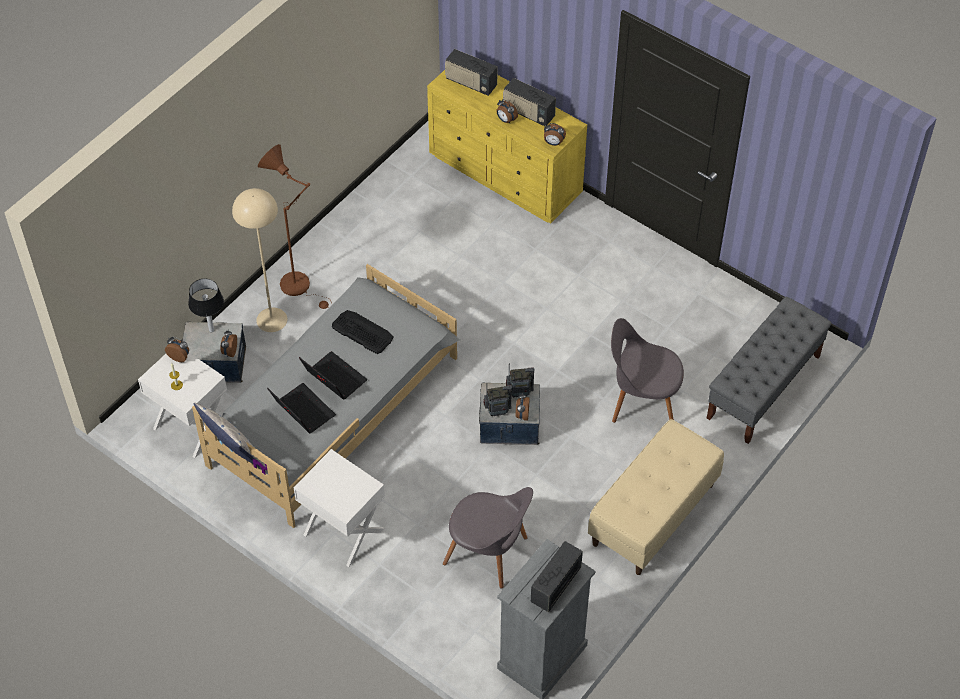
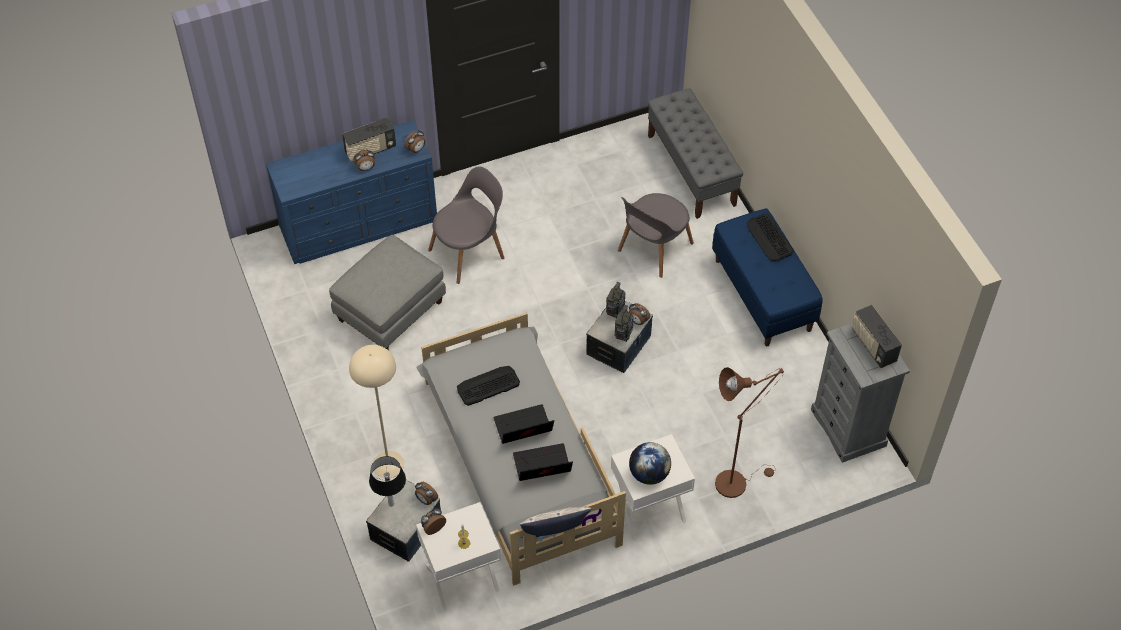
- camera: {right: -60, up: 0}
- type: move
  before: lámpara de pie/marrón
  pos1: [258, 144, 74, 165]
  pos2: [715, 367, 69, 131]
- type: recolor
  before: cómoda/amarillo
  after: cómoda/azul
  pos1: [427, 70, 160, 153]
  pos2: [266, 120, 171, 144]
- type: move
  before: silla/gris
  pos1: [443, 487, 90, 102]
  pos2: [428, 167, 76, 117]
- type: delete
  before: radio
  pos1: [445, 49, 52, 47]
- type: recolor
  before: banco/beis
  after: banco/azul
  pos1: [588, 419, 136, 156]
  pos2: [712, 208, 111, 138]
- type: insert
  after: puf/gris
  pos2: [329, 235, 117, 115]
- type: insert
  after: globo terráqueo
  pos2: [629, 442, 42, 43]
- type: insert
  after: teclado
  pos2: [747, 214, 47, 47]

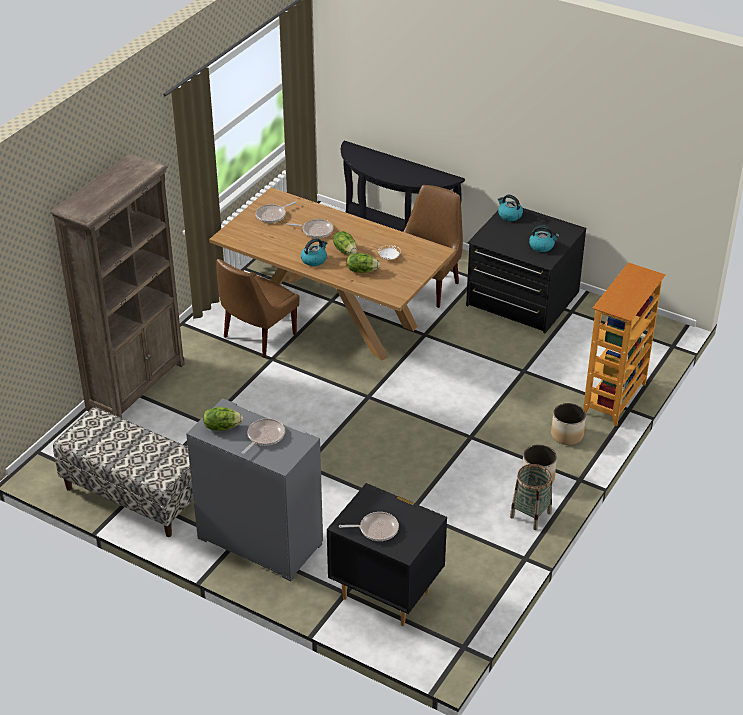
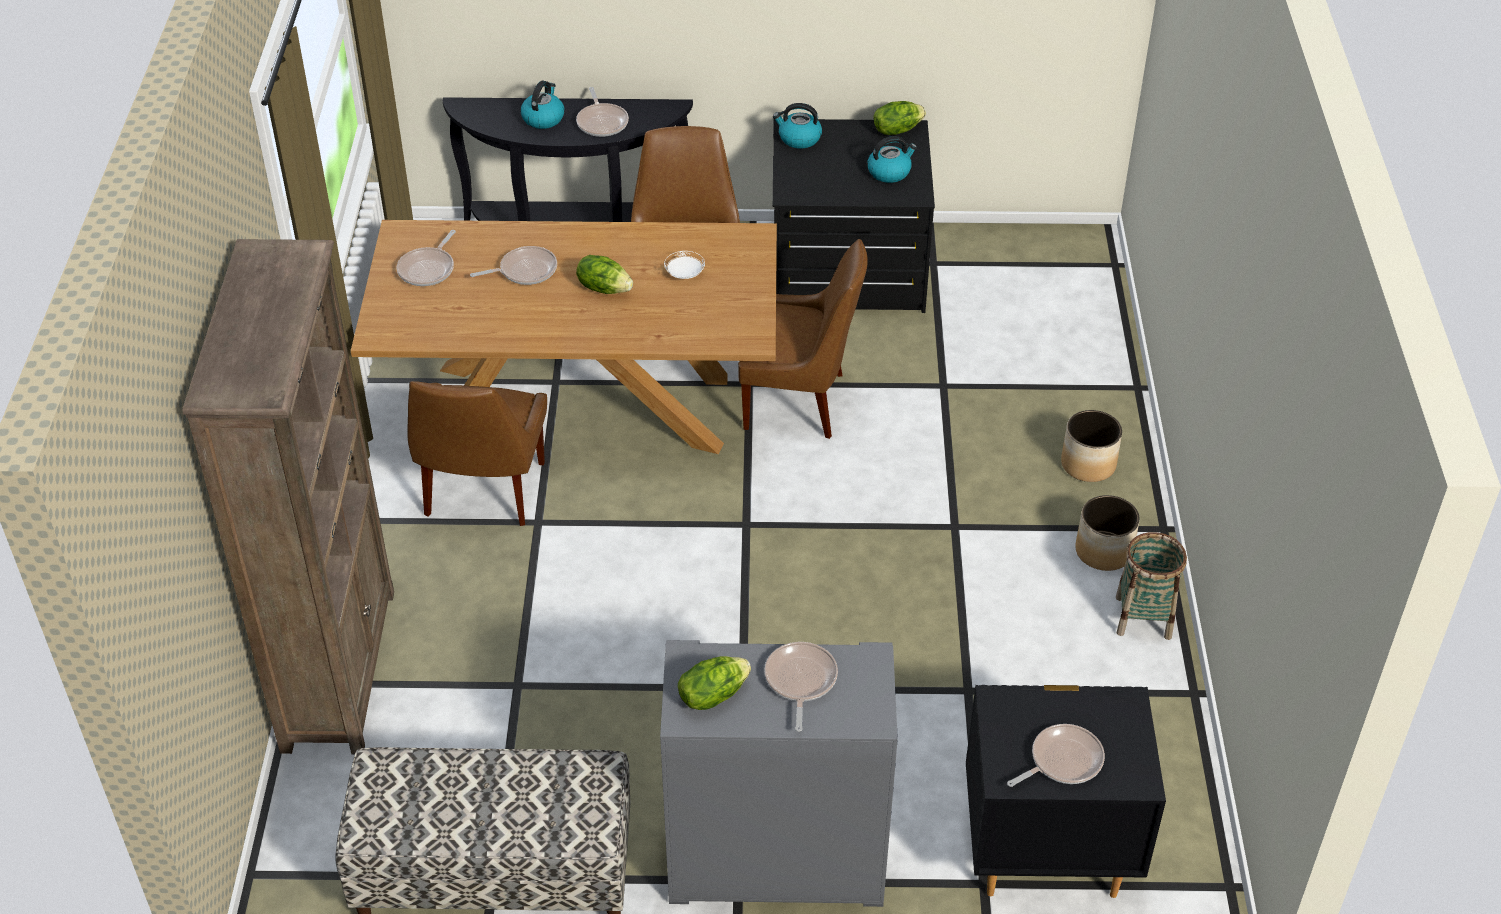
- camera: {right: -30, up: 5}
- type: move
  before: hervidor
  pos1: [301, 238, 26, 28]
  pos2: [521, 81, 43, 48]
- type: move
  before: lechuga
  pos1: [347, 253, 33, 20]
  pos2: [874, 101, 52, 34]
- type: delete
  before: estantería
  pos1: [583, 262, 83, 164]
- type: insert
  after: sartén
  pos2: [576, 87, 53, 50]
- type: insert
  after: silla/marrón
  pos2: [738, 239, 130, 200]

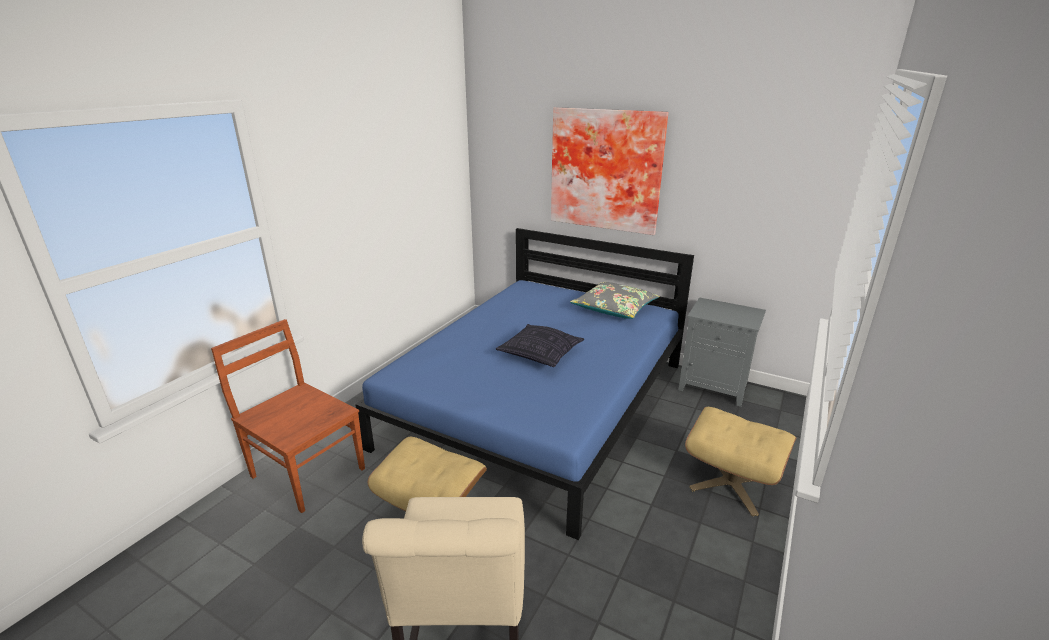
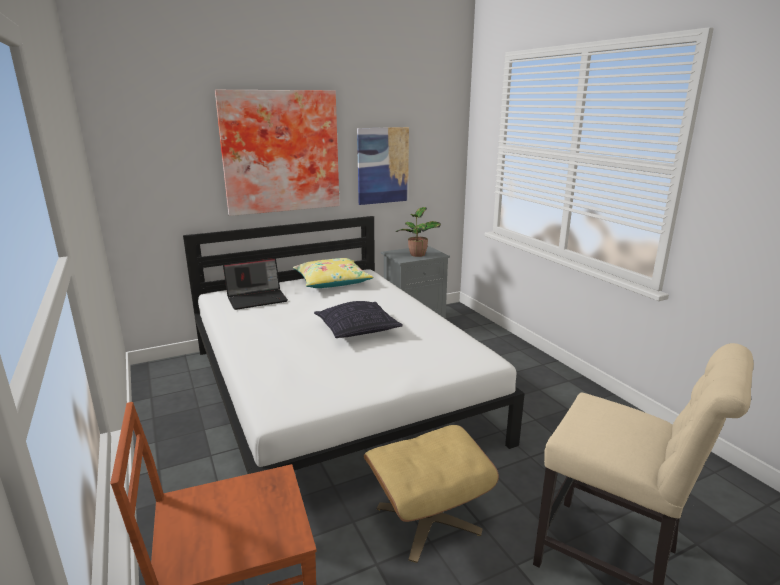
- camera: {right: -55, up: -5}
- type: recolor
  before: cama/azul
  after: cama/blanco
  pos1: [355, 228, 339, 312]
  pos2: [183, 216, 342, 258]
- type: recolor
  before: cojín/gris
  after: cojín/amarillo
  pos1: [570, 282, 90, 37]
  pos2: [293, 258, 80, 30]
- type: delete
  before: puf/beis
  pos1: [685, 407, 111, 109]
- type: insert
  after: portátil
  pos2: [223, 258, 65, 52]
- type: insert
  after: cuadro
  pos2: [357, 127, 52, 78]
- type: insert
  after: planta en maceta
  pos2: [395, 207, 46, 50]

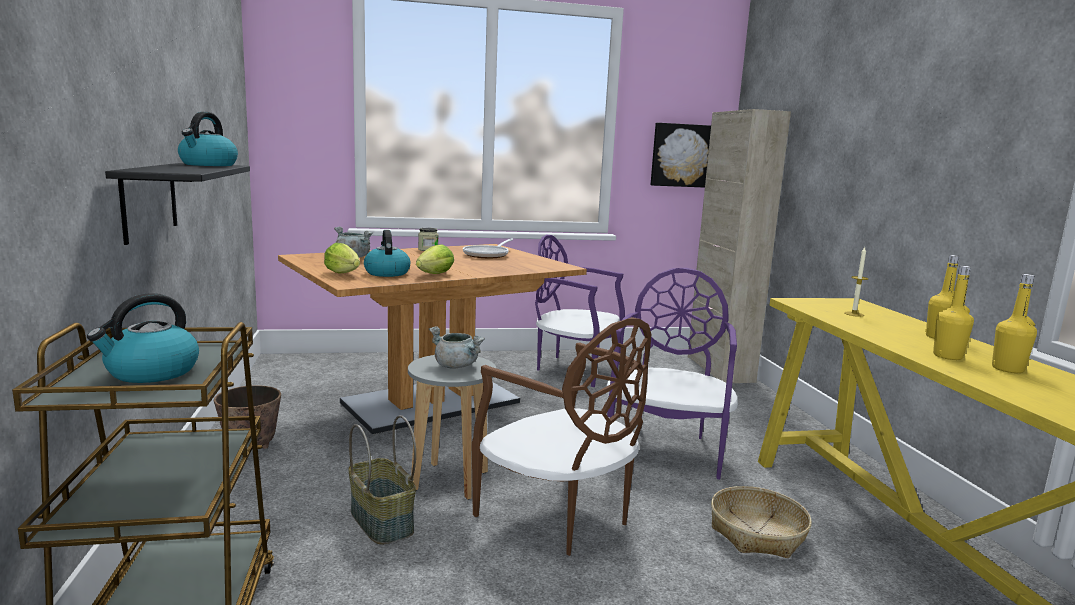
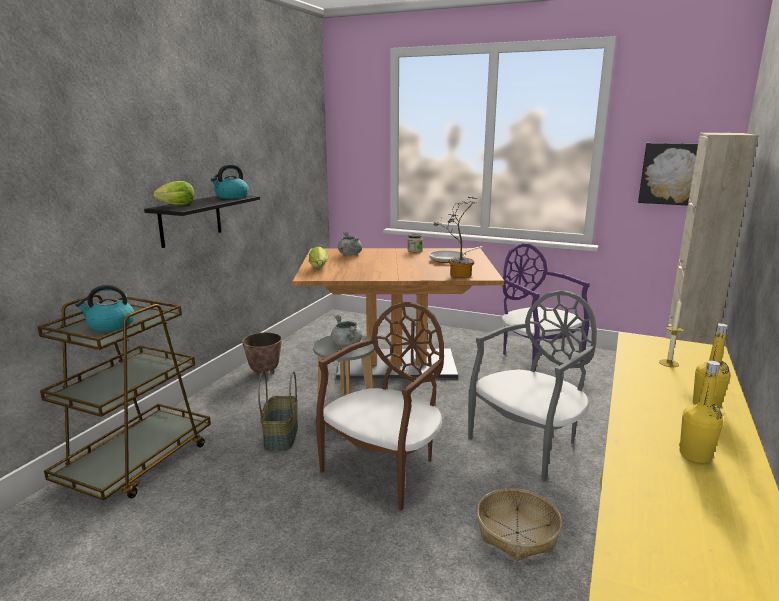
- camera: {right: 35, up: 5}
- type: delete
  before: hervidor
  pos1: [364, 230, 47, 47]
- type: move
  before: lechuga
  pos1: [416, 244, 38, 30]
  pos2: [153, 181, 41, 24]
- type: rotate
  before: silla/marrón
  pos1: [472, 317, 179, 239]
  pos2: [315, 302, 129, 209]
  turn: -135
- type: recolor
  before: silla/morado
  after: silla/gris
  pos1: [606, 268, 132, 212]
  pos2: [468, 290, 129, 191]
- type: delete
  before: botella/amarillo
  pos1: [933, 265, 41, 95]
- type: insert
  after: planta en maceta
  pos2: [433, 197, 44, 81]

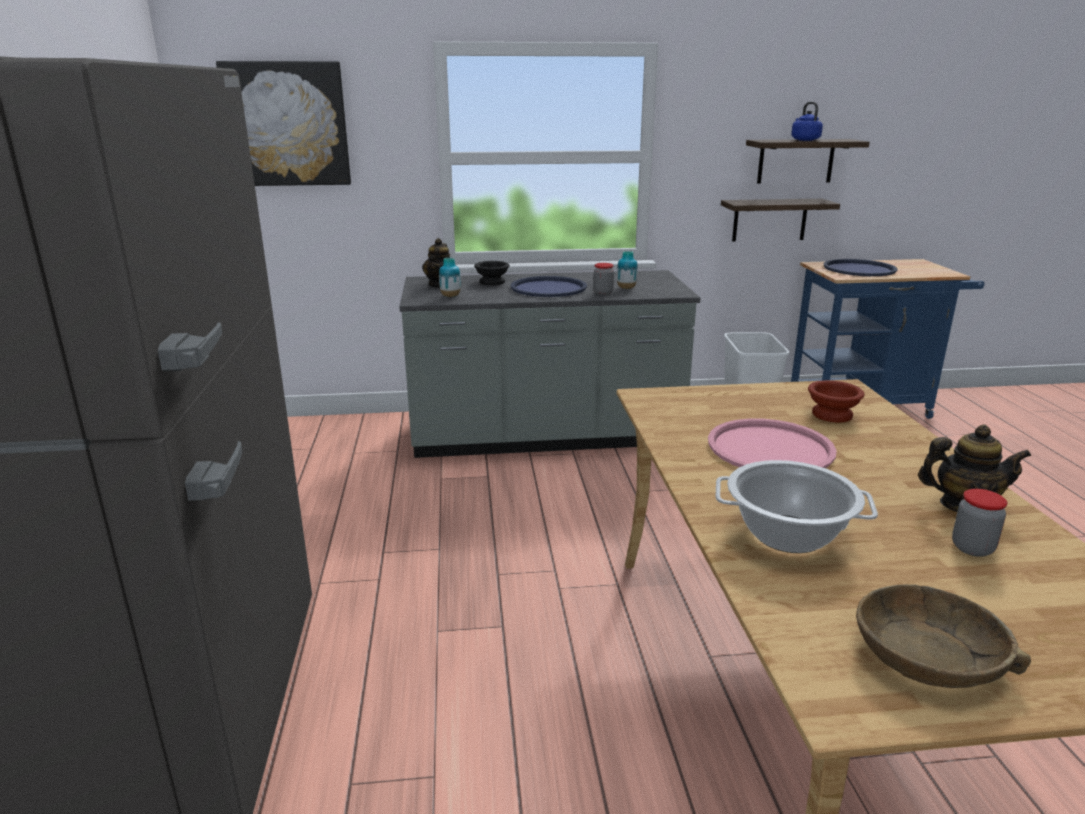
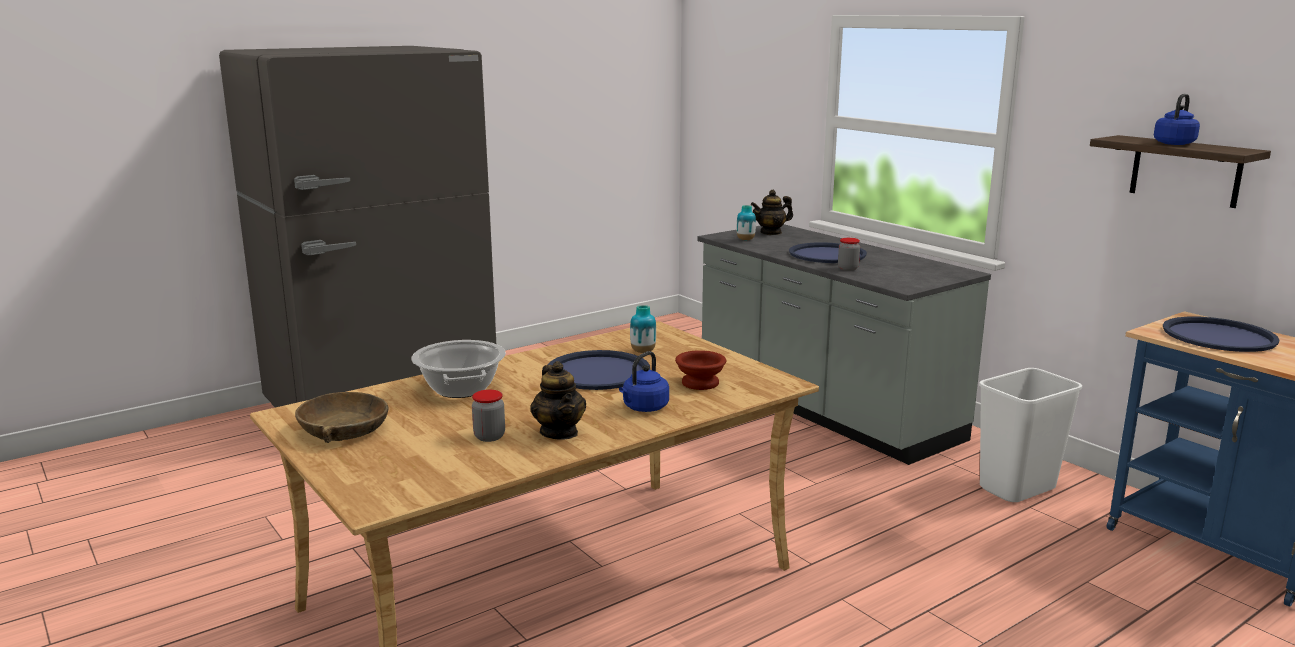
- camera: {right: 60, up: -5}
- type: delete
  before: cuadro
  pos1: [216, 61, 135, 125]
- type: delete
  before: cuenco/negro
  pos1: [474, 261, 35, 24]
- type: move
  before: florero
  pos1: [617, 251, 21, 38]
  pos2: [630, 305, 26, 48]
- type: recolor
  before: bandeja/rosa
  after: bandeja/azul
  pos1: [708, 418, 129, 50]
  pos2: [547, 350, 103, 40]
- type: delete
  before: estante
  pos1: [721, 199, 119, 42]
- type: insert
  after: hervidor/azul
  pos2: [619, 351, 50, 61]

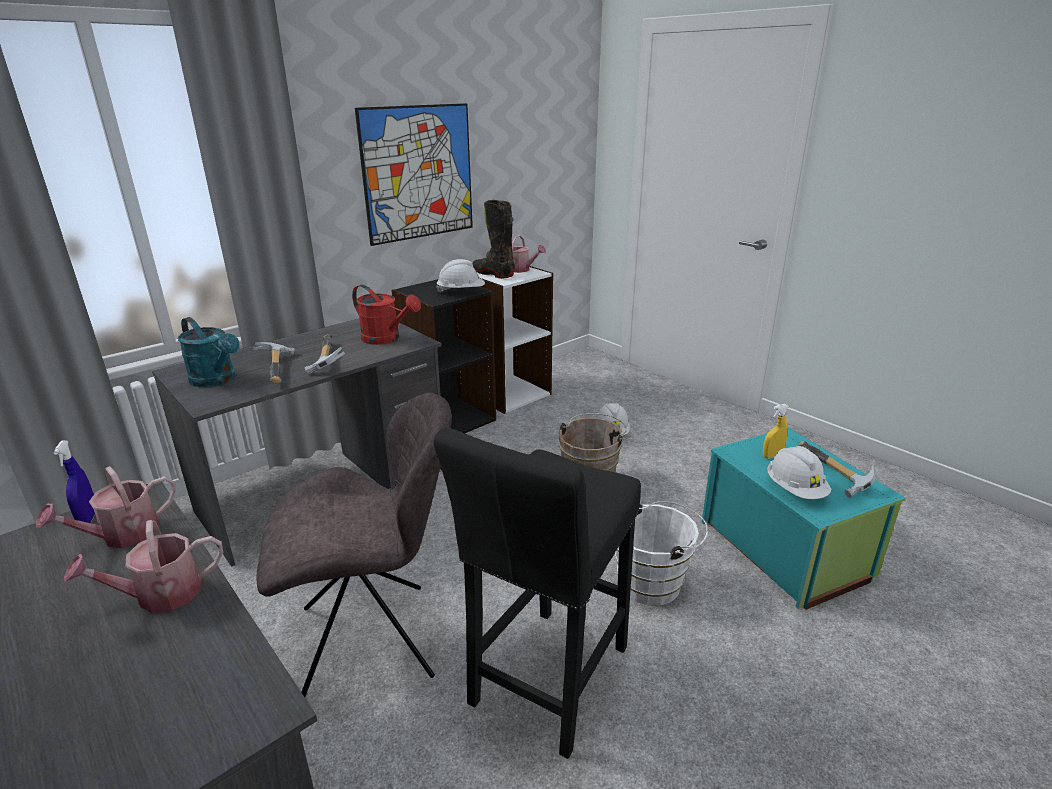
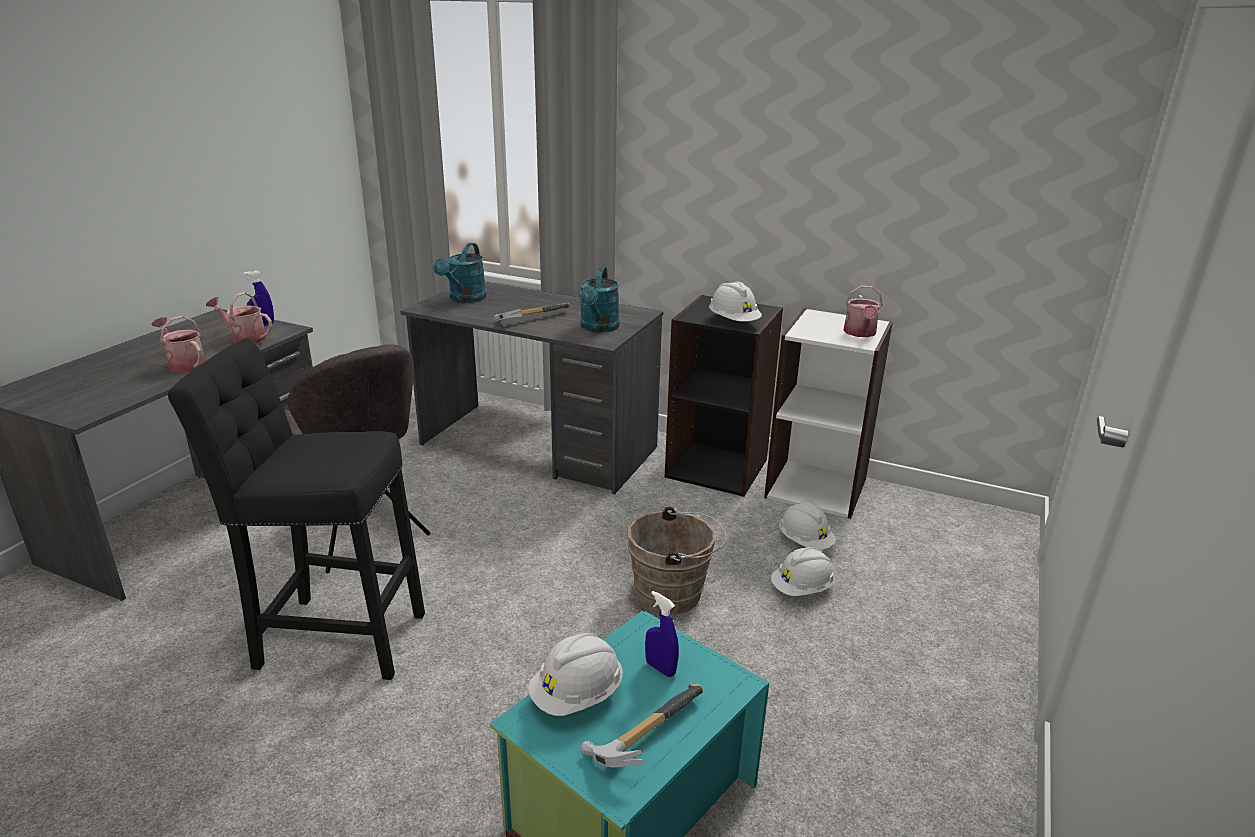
- camera: {right: 65, up: 0}
- type: delete
  before: martillo
  pos1: [253, 342, 42, 41]
- type: recolor
  before: regadera/rojo
  after: regadera/turquesa
  pos1: [352, 285, 69, 60]
  pos2: [579, 267, 41, 66]
- type: delete
  before: cuadro
  pos1: [355, 103, 118, 143]
- type: delete
  before: bota/negro
  pos1: [472, 200, 43, 79]
- type: delete
  before: cubo/blanco
  pos1: [615, 501, 93, 105]
- type: recolor
  before: pulverizador/amarillo
  after: pulverizador/azul
  pos1: [763, 404, 26, 55]
  pos2: [645, 591, 34, 86]
- type: insert
  after: casco/blanco
  pos2: [779, 502, 57, 48]

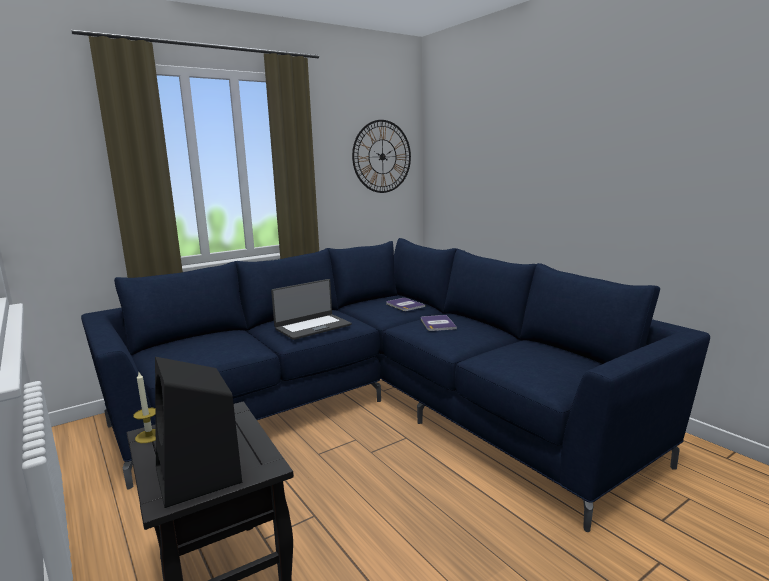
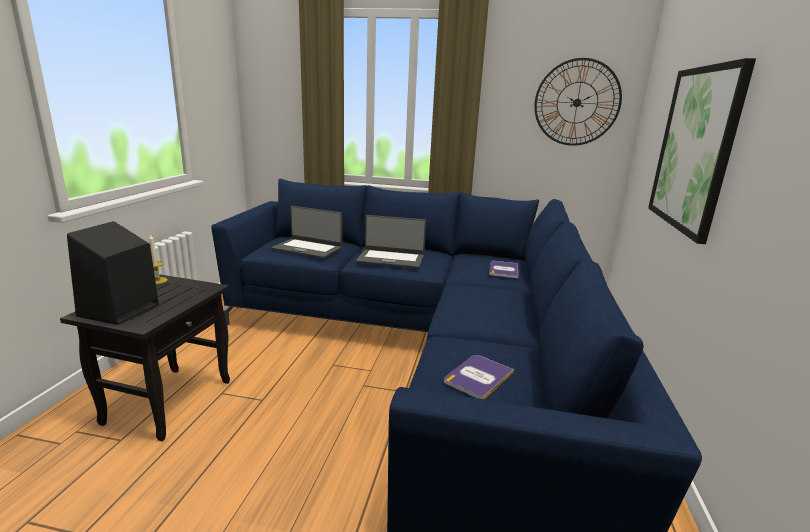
- camera: {right: 45, up: 5}
- type: move
  before: libro
  pos1: [421, 315, 36, 16]
  pos2: [444, 355, 70, 44]
- type: insert
  after: portátil
  pos2: [271, 206, 71, 53]
- type: insert
  after: cuadro
  pos2: [648, 58, 108, 186]

